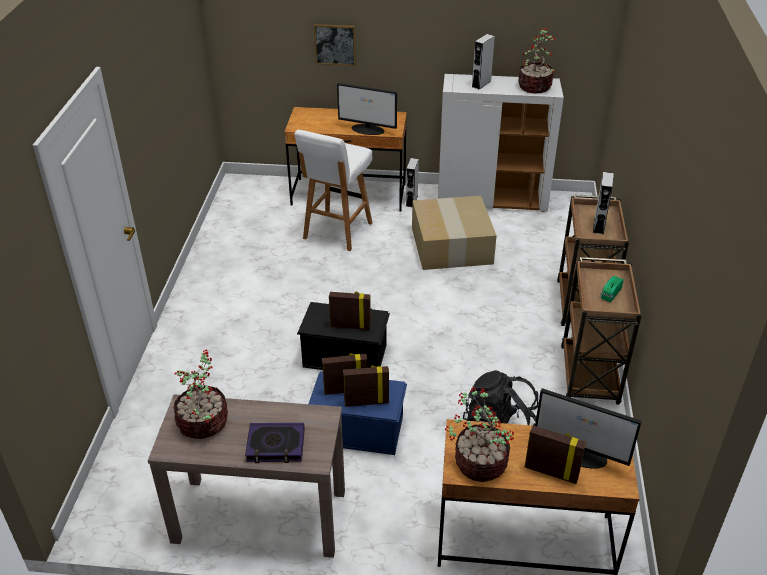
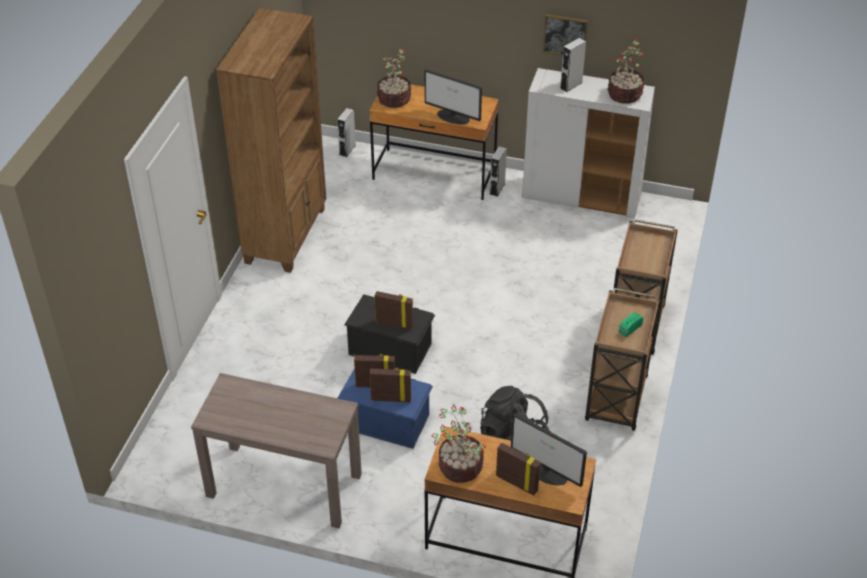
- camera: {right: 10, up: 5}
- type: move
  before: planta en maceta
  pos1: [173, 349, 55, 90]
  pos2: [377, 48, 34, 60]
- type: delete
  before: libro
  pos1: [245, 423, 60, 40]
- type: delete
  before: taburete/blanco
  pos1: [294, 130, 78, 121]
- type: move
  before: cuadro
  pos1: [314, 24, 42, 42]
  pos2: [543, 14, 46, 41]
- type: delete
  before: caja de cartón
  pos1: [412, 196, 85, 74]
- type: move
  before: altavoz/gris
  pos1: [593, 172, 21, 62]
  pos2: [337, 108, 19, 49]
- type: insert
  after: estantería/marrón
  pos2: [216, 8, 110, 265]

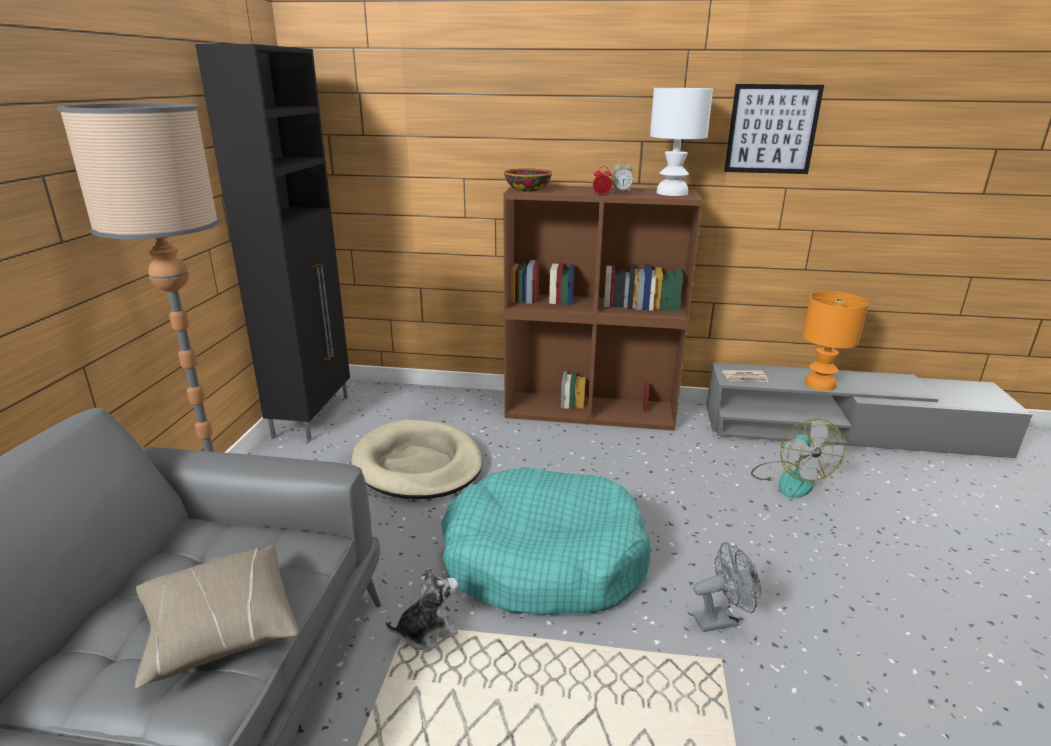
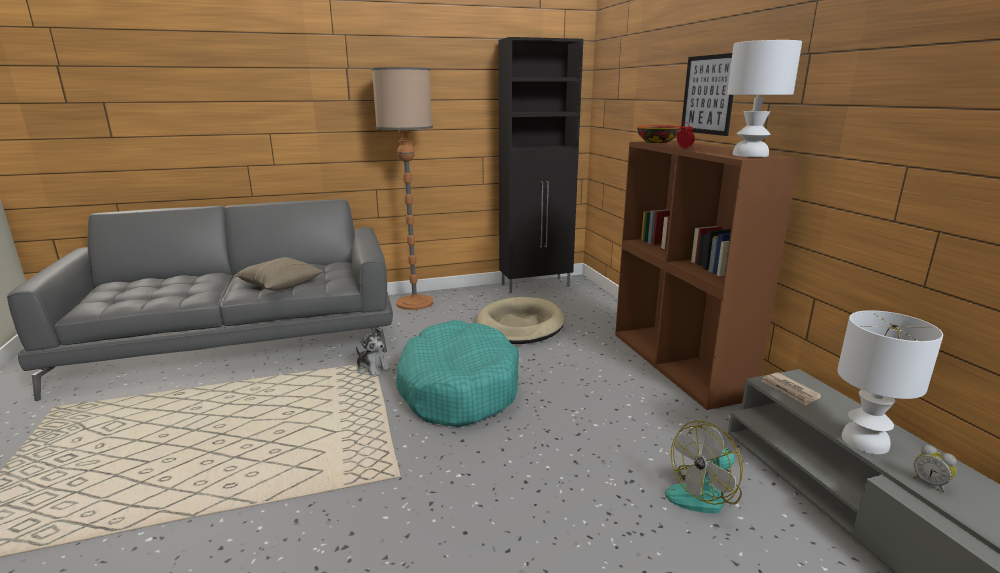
- camera: {right: 65, up: -5}
- type: move
  before: despertador
  pos1: [611, 164, 23, 29]
  pos2: [913, 445, 43, 48]
- type: delete
  before: ventilador/gris
  pos1: [693, 542, 68, 90]
- type: move
  before: cuadro
  pos1: [724, 84, 100, 90]
  pos2: [681, 53, 52, 83]
- type: recolor
  before: lámpara de mesa/naranja
  after: lámpara de mesa/blanco
  pos1: [802, 291, 67, 100]
  pos2: [837, 310, 106, 144]

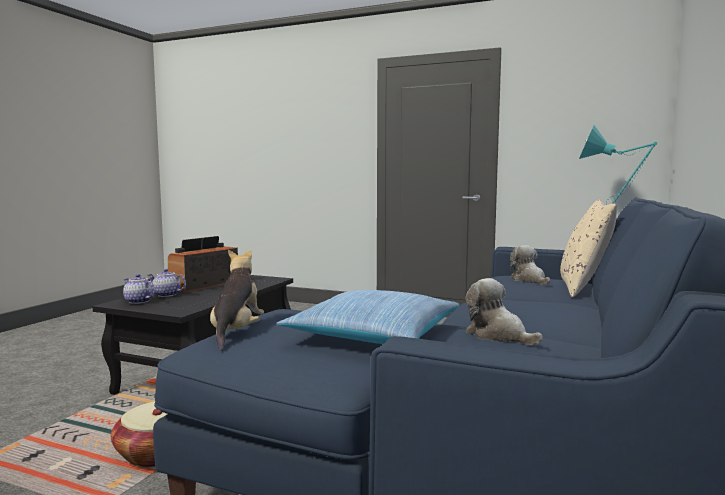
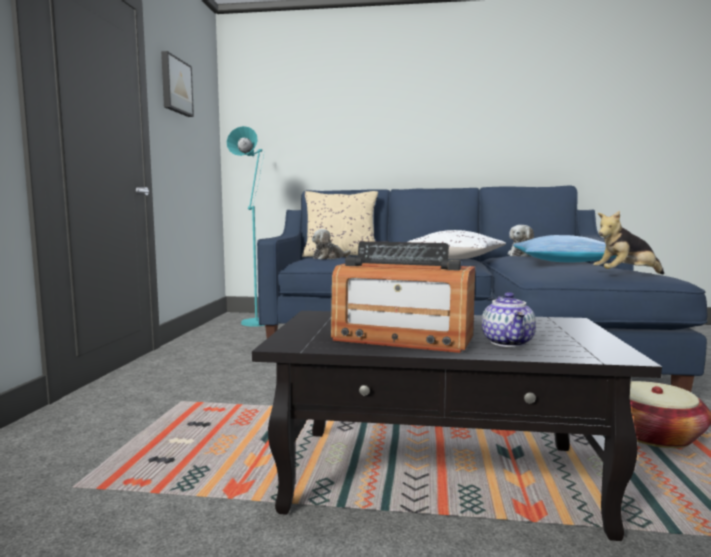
- camera: {right: -105, up: 0}
- type: delete
  before: tetera
  pos1: [123, 274, 31, 30]
- type: insert
  after: cuadro
  pos2: [161, 51, 33, 66]
- type: insert
  after: cojín/blanco
  pos2: [408, 230, 98, 29]

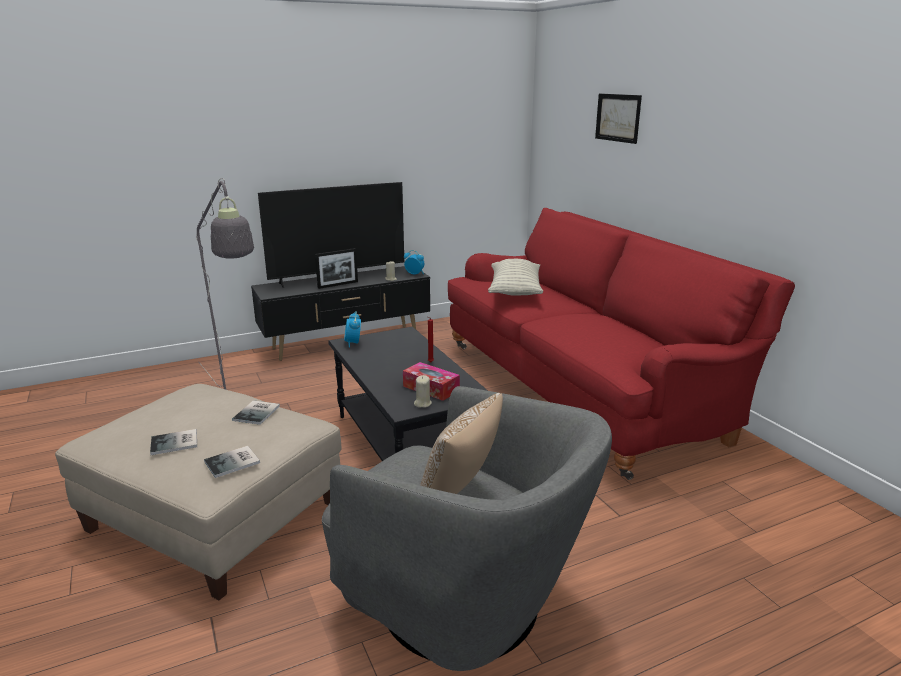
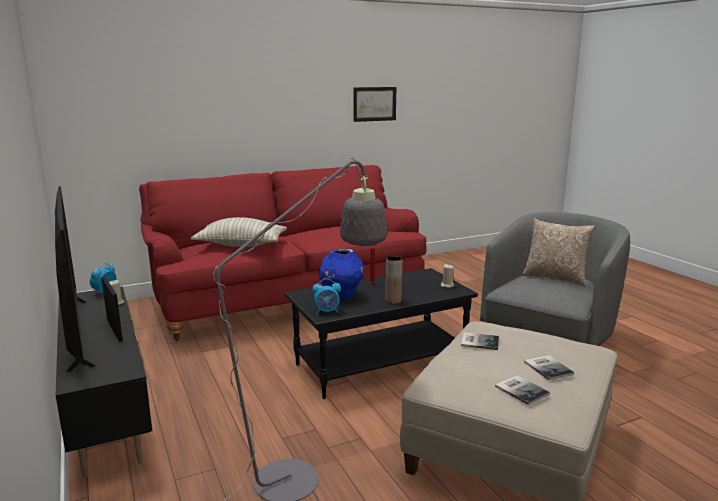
- camera: {right: -90, up: -5}
- type: move
  before: libro
  pos1: [204, 446, 56, 32]
  pos2: [495, 375, 55, 30]
- type: delete
  before: caja de pañuelos
  pos1: [403, 362, 57, 39]
- type: move
  before: cuadro
  pos1: [595, 94, 47, 50]
  pos2: [354, 87, 42, 35]
- type: insert
  after: florero/azul
  pos2: [319, 249, 45, 51]
- type: insert
  after: florero/marrón
  pos2: [385, 256, 17, 48]

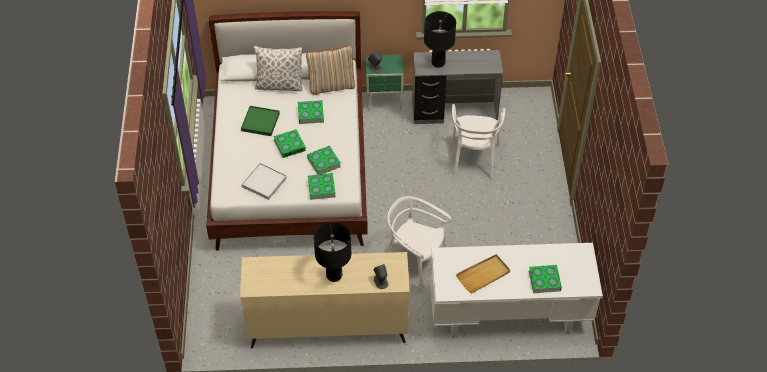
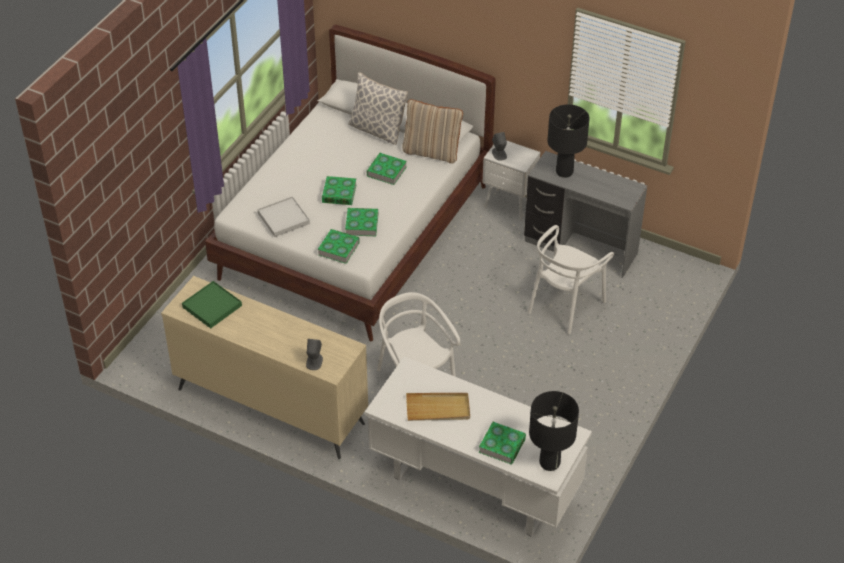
- camera: {right: 30, up: -5}
- type: move
  before: bandeja/verde
  pos1: [241, 106, 39, 30]
  pos2: [182, 281, 60, 47]
- type: move
  before: lámpara de mesa/negro
  pos1: [314, 222, 37, 60]
  pos2: [529, 391, 50, 80]
- type: recolor
  before: mesita de noche/verde
  after: mesita de noche/blanco
  pos1: [366, 54, 38, 57]
  pos2: [482, 140, 58, 81]

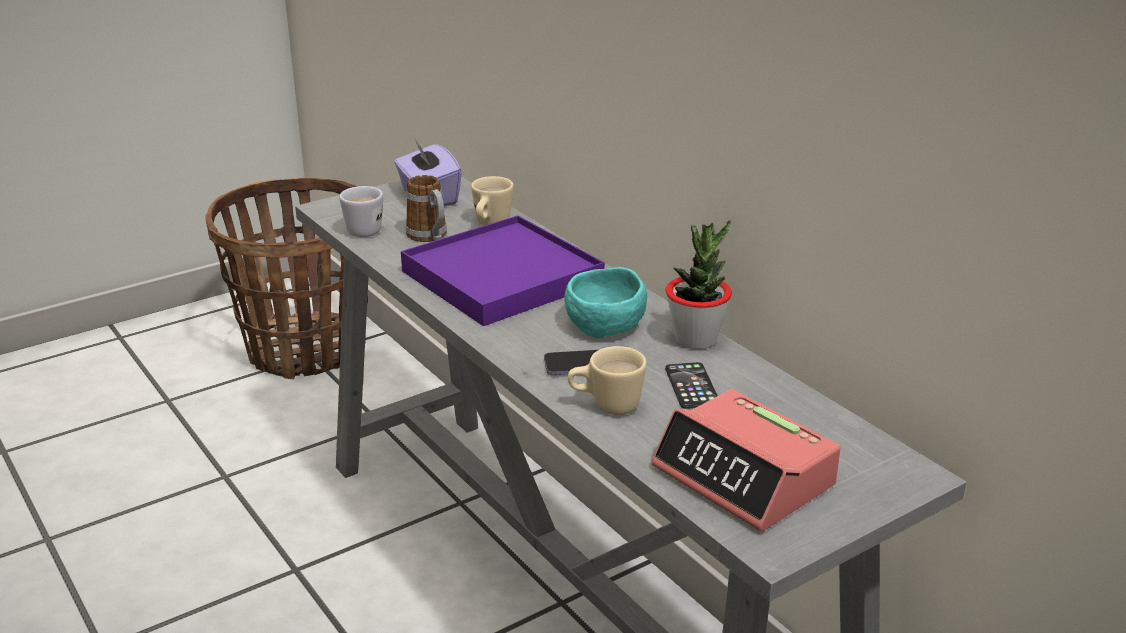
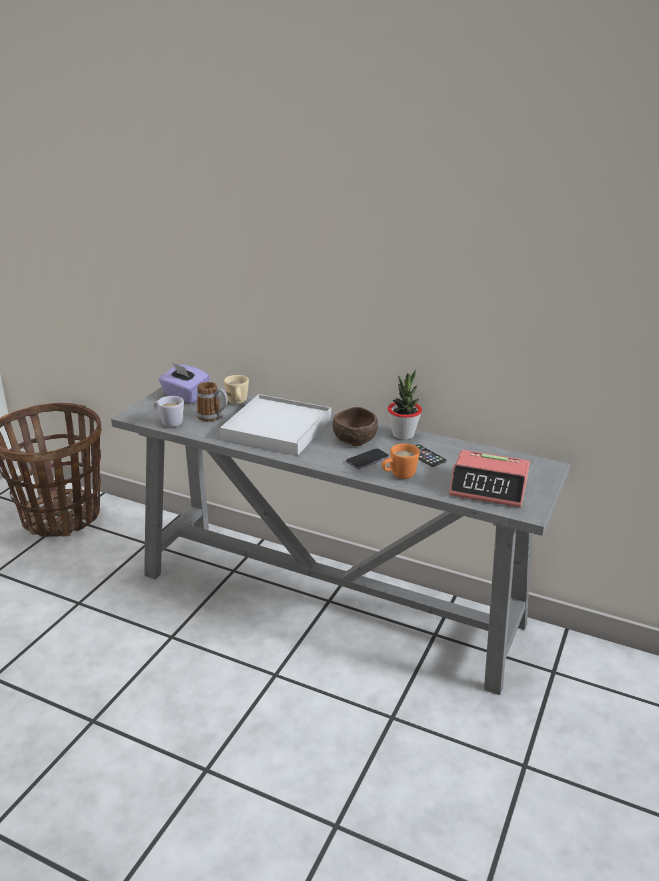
- camera: {right: -30, up: 0}
- type: recolor
  before: bandeja/morado
  after: bandeja/blanco
  pos1: [401, 215, 204, 111]
  pos2: [220, 394, 111, 61]
- type: recolor
  before: cuenco/turquesa
  after: cuenco/marrón
  pos1: [564, 267, 83, 71]
  pos2: [332, 407, 46, 39]
- type: recolor
  before: taza grande/beis
  after: taza grande/naranja
  pos1: [568, 346, 79, 69]
  pos2: [382, 443, 38, 36]

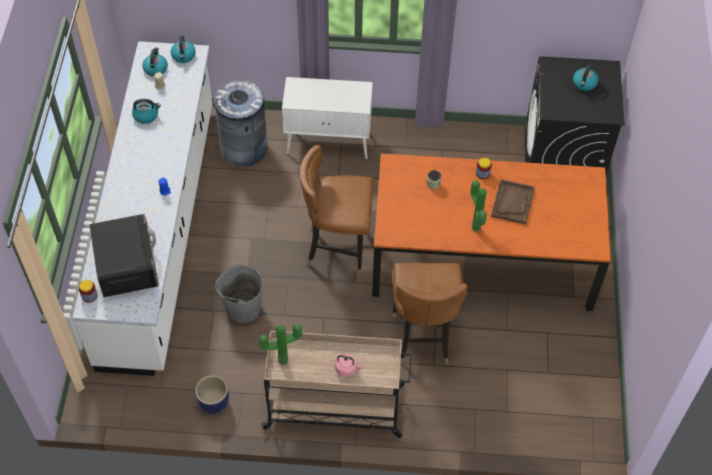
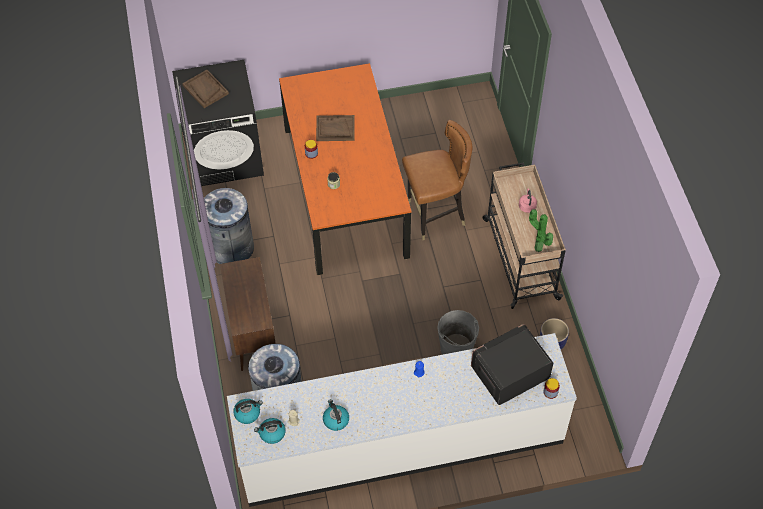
- camera: {right: -105, up: 0}
- type: recolor
  before: armario/blanco
  after: armario/marrón
  pos1: [282, 77, 91, 82]
  pos2: [220, 257, 56, 114]
- type: delete
  before: silla/marrón
  pos1: [299, 145, 75, 130]
- type: delete
  before: planta en maceta
  pos1: [470, 180, 17, 52]
- type: replace
  before: hervidor
  after: bandeja/marrón
  pos1: [573, 63, 26, 28]
  pos2: [182, 70, 47, 38]
- type: insert
  after: papelera/gris
  pos2: [204, 188, 50, 76]

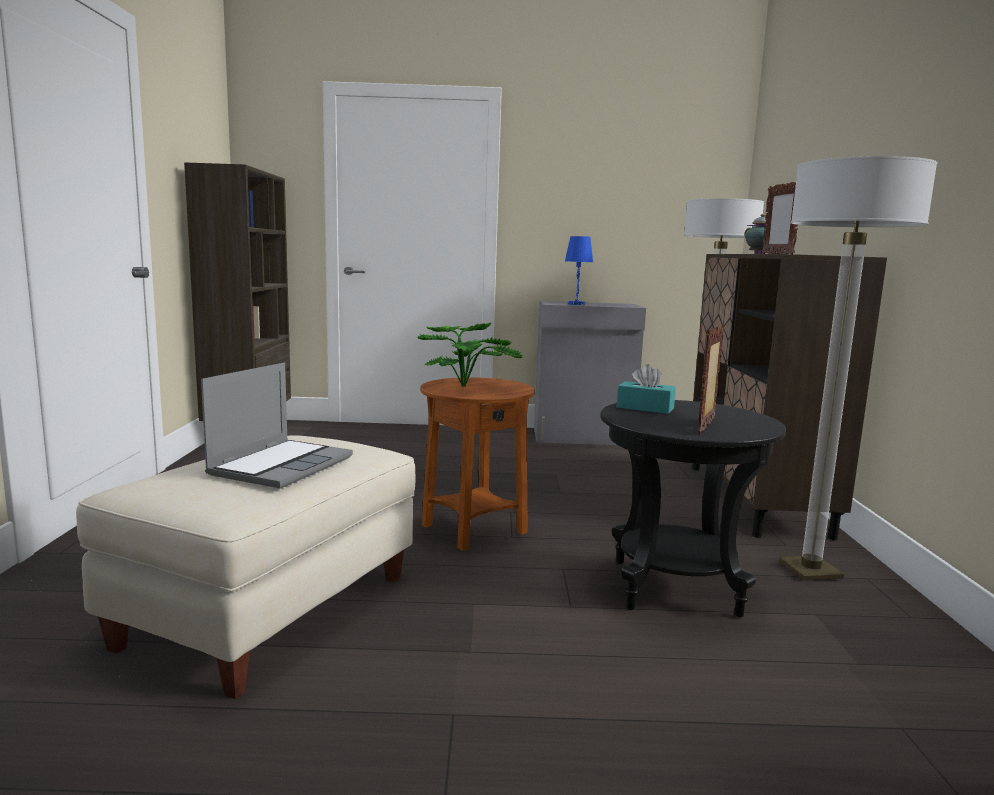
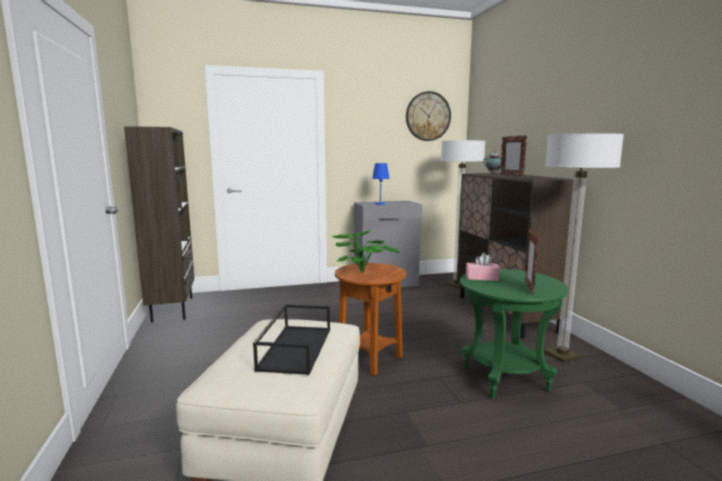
- camera: {right: -15, up: 0}
- type: replace
  before: portátil
  after: bandeja/negro
  pos1: [201, 362, 152, 127]
  pos2: [253, 304, 77, 71]
- type: recolor
  before: mesa auxiliar/negro
  after: mesa auxiliar/verde
  pos1: [600, 400, 186, 218]
  pos2: [460, 269, 109, 130]
- type: recolor
  before: caja de pañuelos/turquesa
  after: caja de pañuelos/rosa
  pos1: [617, 364, 59, 50]
  pos2: [466, 253, 34, 28]
- type: insert
  after: reloj de pared
  pos2: [406, 91, 45, 50]

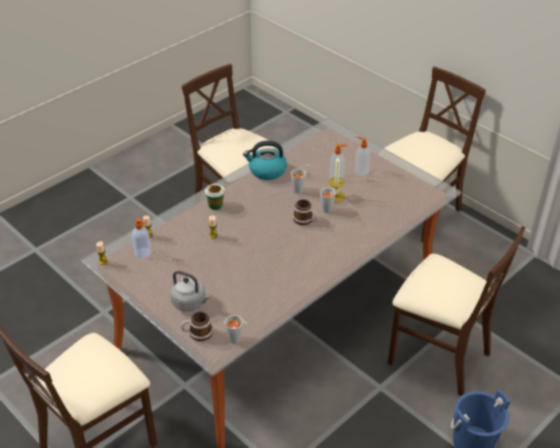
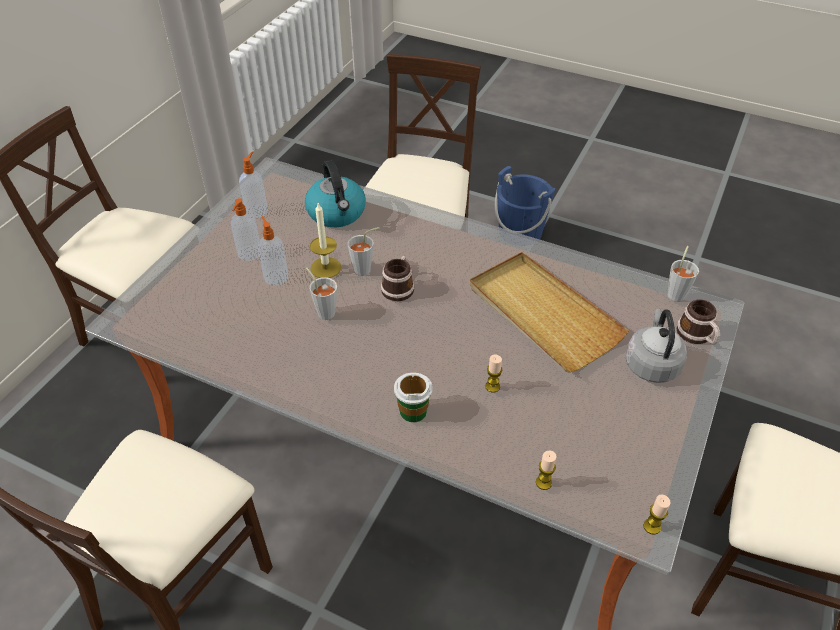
- camera: {right: -110, up: 5}
- type: move
  before: dispensador de jabón
  pos1: [132, 218, 19, 40]
  pos2: [239, 152, 29, 66]
- type: move
  before: hervidor
  pos1: [243, 140, 44, 40]
  pos2: [305, 160, 61, 67]
- type: insert
  after: bandeja/beis
  pos2: [469, 252, 160, 121]

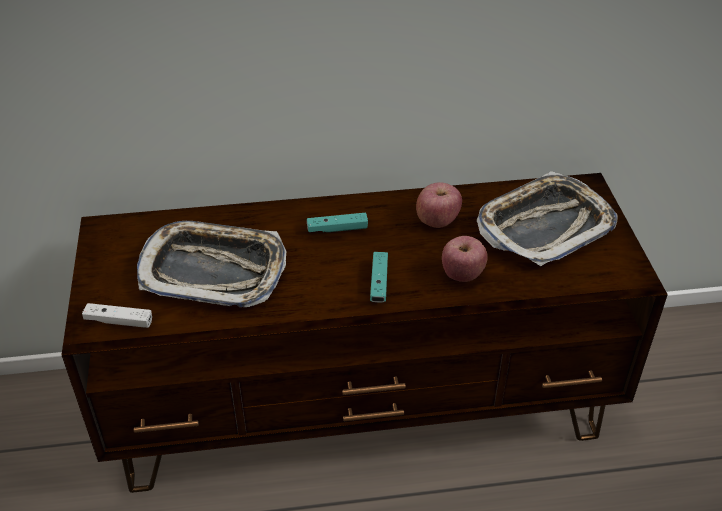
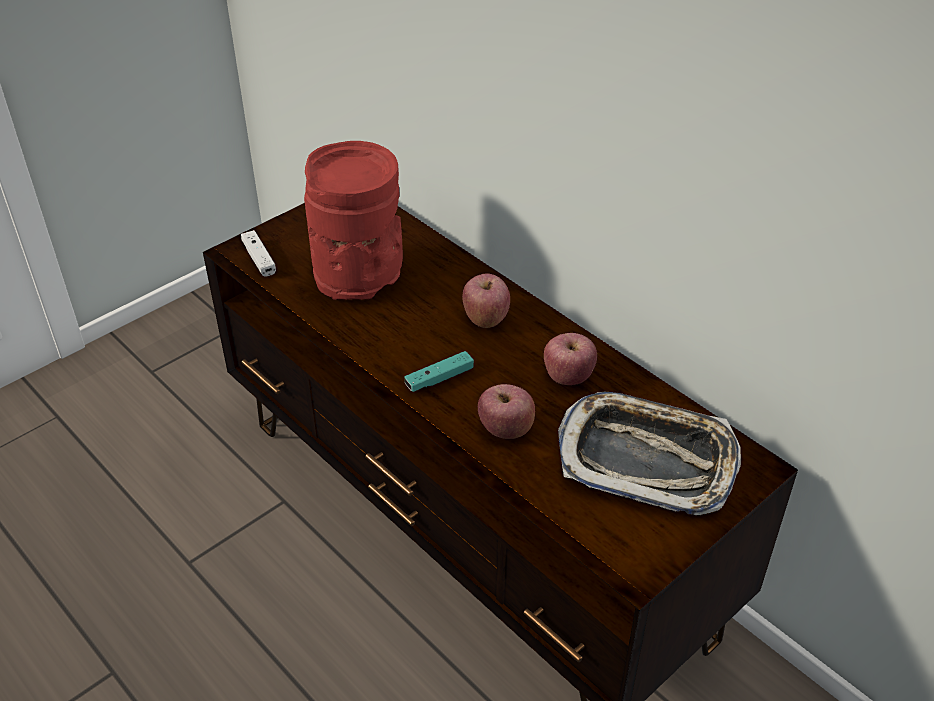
- camera: {right: 55, up: 0}
- type: replace
  before: bandeja
  after: florero/rojo
  pos1: [137, 221, 149, 86]
  pos2: [304, 141, 99, 159]
- type: replace
  before: mando de consola/turquesa
  after: manzana
  pos1: [307, 213, 61, 19]
  pos2: [462, 273, 48, 55]

